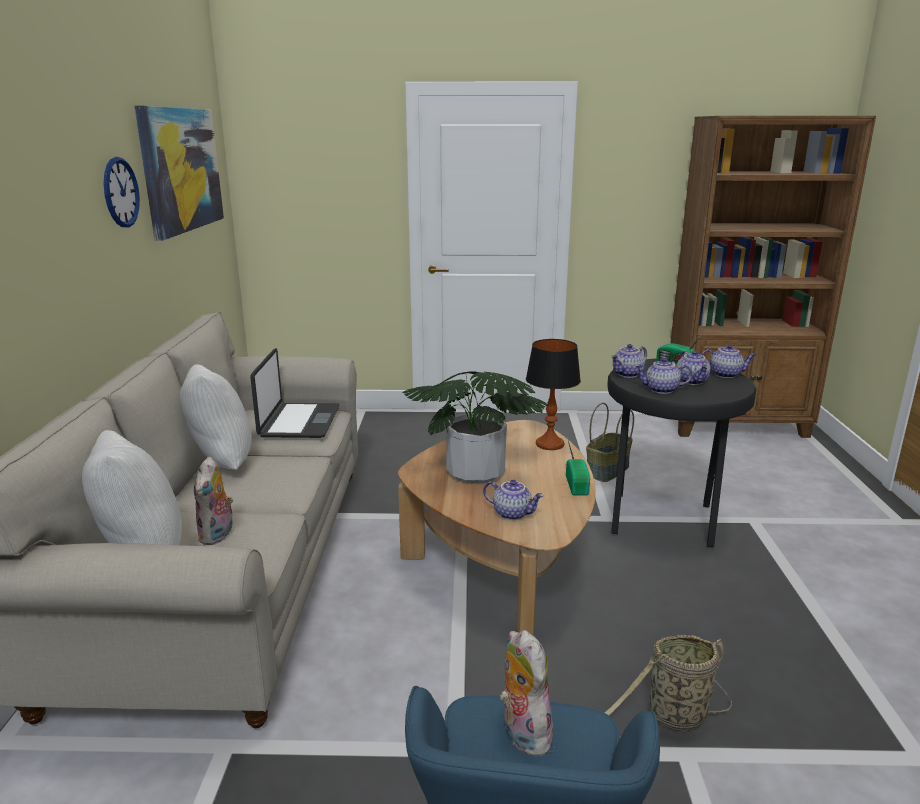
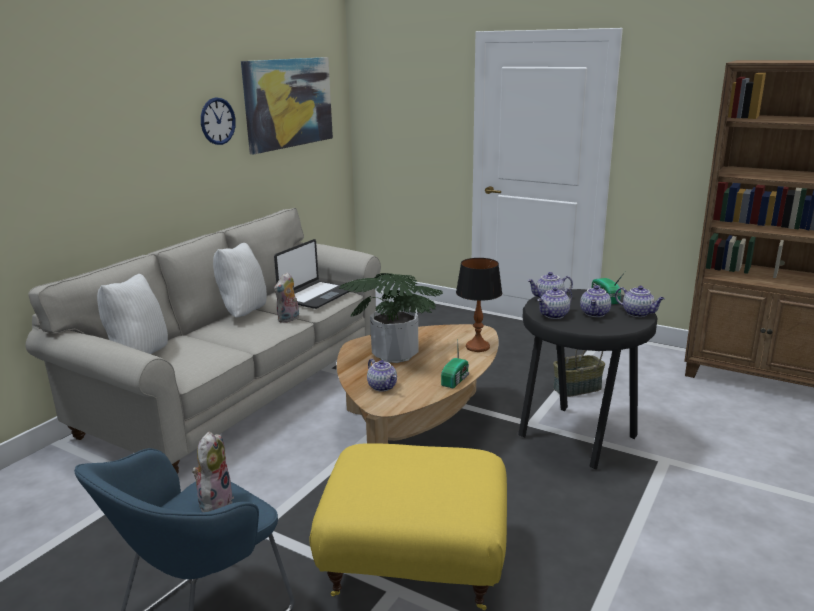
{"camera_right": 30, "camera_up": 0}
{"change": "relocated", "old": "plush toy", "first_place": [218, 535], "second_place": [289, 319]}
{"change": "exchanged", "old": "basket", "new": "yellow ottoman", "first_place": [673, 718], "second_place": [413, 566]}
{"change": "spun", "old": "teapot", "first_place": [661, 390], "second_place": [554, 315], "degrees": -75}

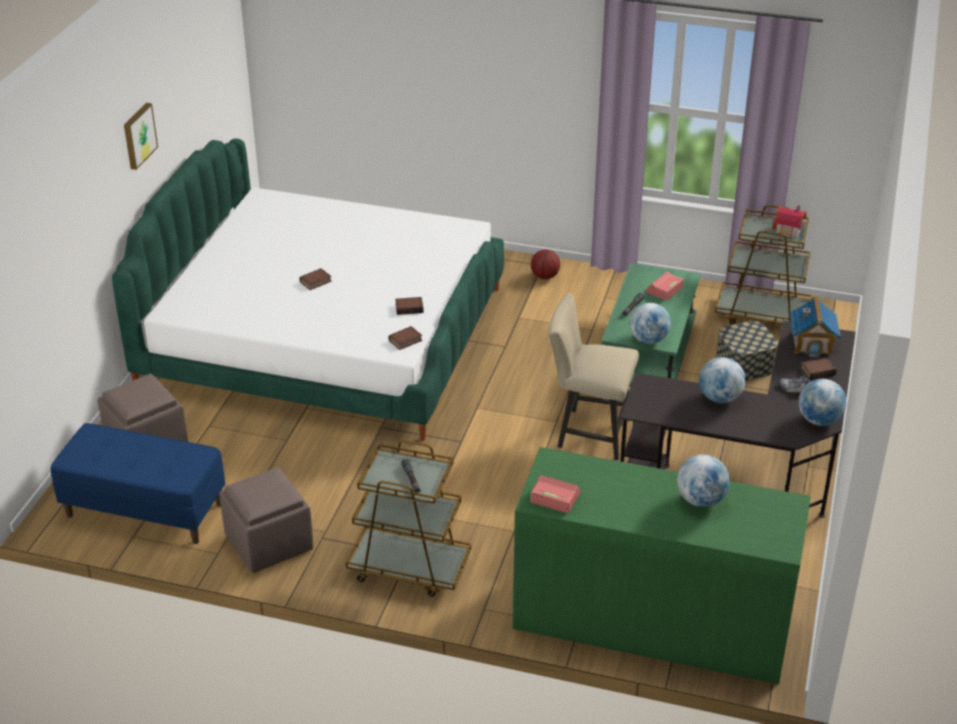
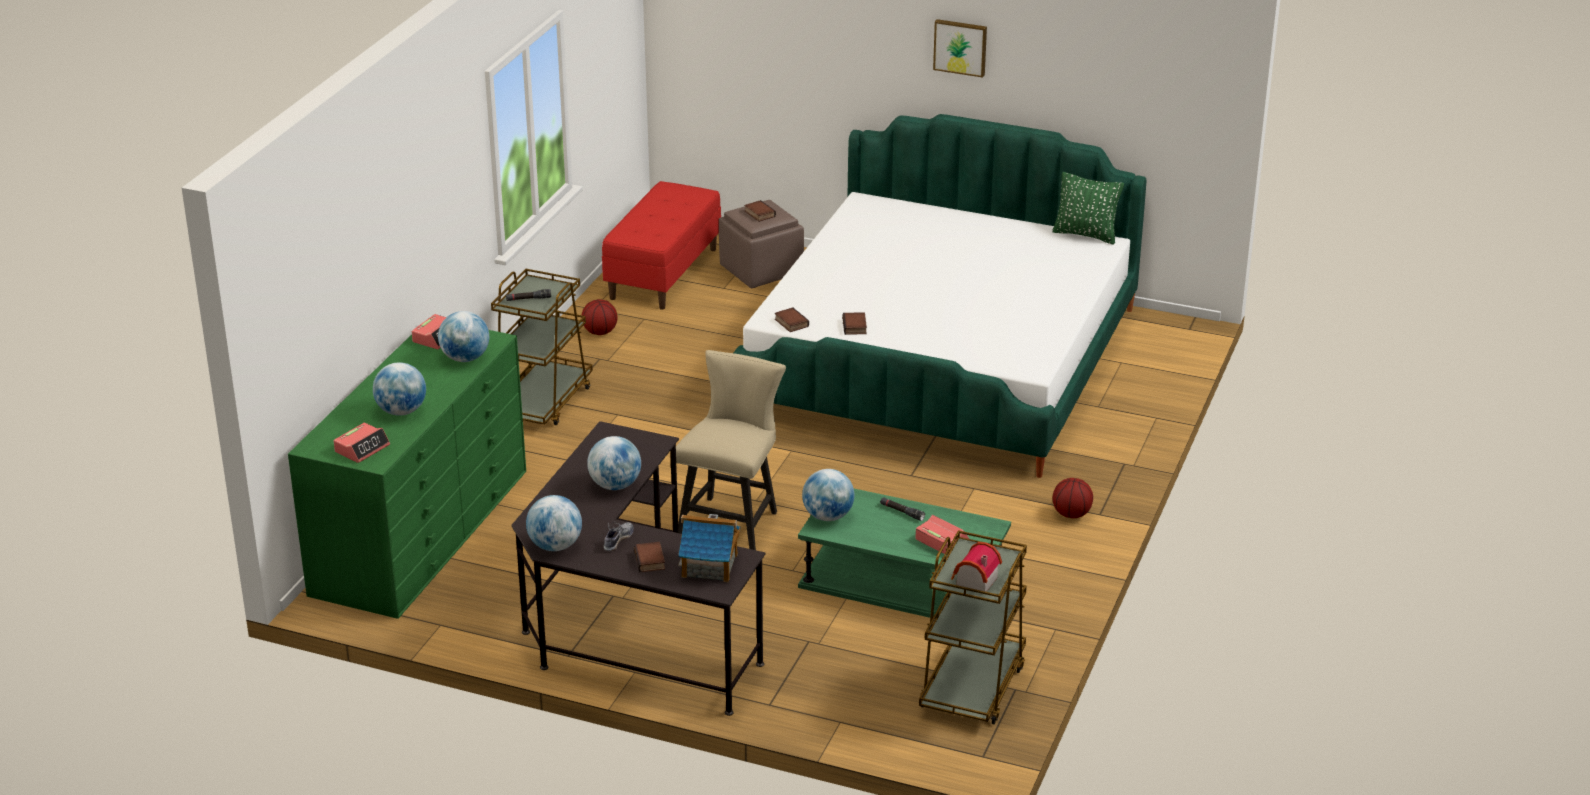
{"camera_right": 95, "camera_up": -5}
{"change": "colour", "old": "blue bench", "new": "red bench", "first_place": [144, 510], "second_place": [663, 273]}
{"change": "exchanged", "old": "brown ottoman", "new": "basketball", "first_place": [268, 543], "second_place": [600, 332]}
{"change": "relocated", "old": "book", "first_place": [315, 282], "second_place": [758, 214]}
{"change": "missing", "old": "storage box", "first_place": [744, 364]}
{"change": "appeared", "new": "alarm clock", "second_place": [362, 448]}
{"change": "appeared", "new": "globe", "second_place": [465, 358]}
{"change": "appeared", "new": "green pillow", "second_place": [1085, 234]}

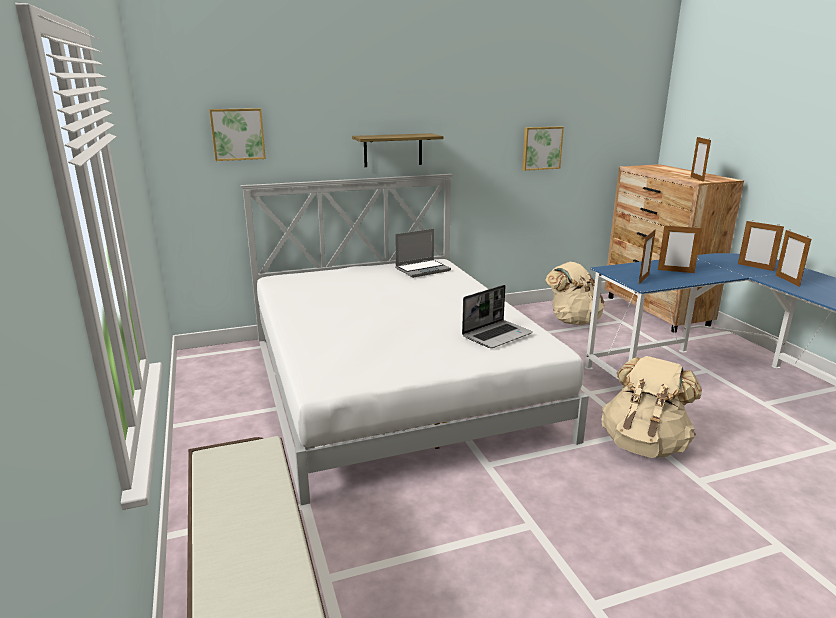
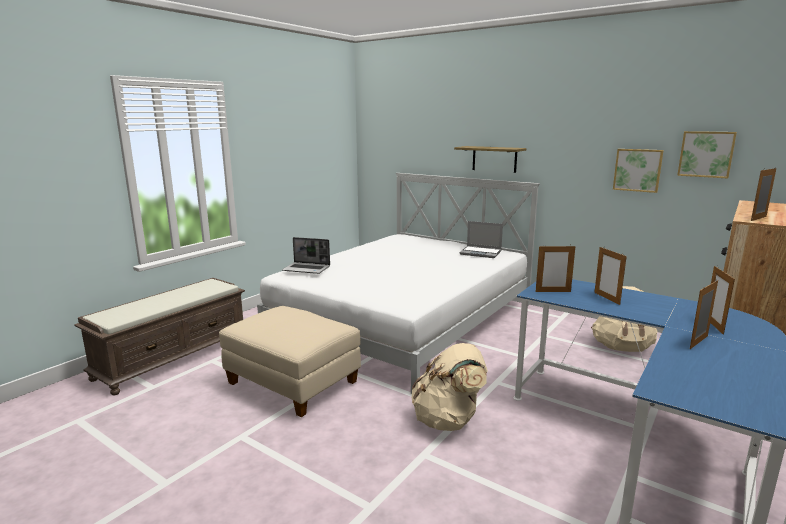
{"camera_right": 55, "camera_up": -5}
{"change": "relocated", "old": "picture", "first_place": [237, 134], "second_place": [706, 154]}
{"change": "relocated", "old": "laptop", "first_place": [497, 335], "second_place": [307, 269]}
{"change": "appeared", "new": "beige ottoman", "second_place": [293, 383]}

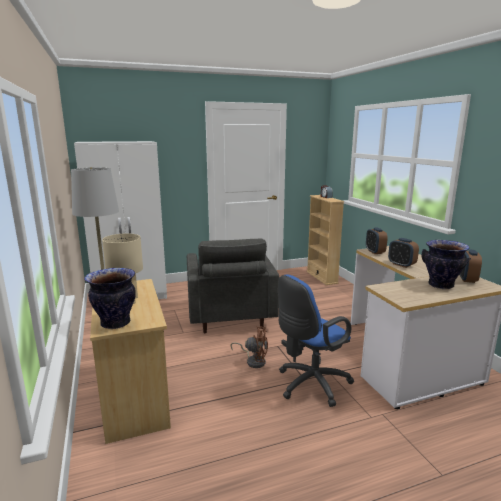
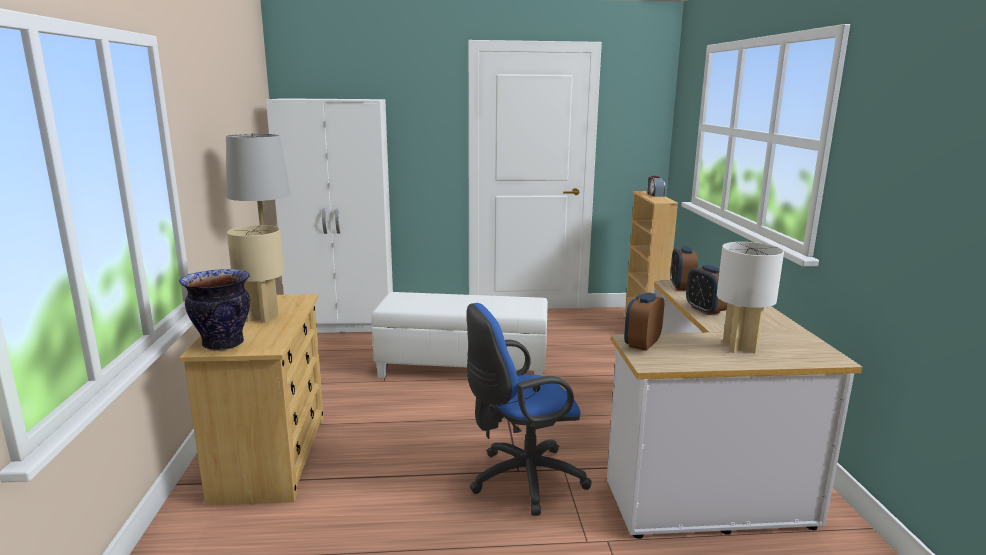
{"camera_right": 15, "camera_up": 0}
{"change": "exchanged", "old": "grey armchair", "new": "white ottoman", "first_place": [229, 317], "second_place": [462, 368]}
{"change": "missing", "old": "brown fan", "first_place": [254, 361]}
{"change": "exchanged", "old": "vase", "new": "white table lamp", "first_place": [440, 285], "second_place": [738, 347]}
{"change": "relocated", "old": "alarm clock", "first_place": [467, 279], "second_place": [642, 344]}

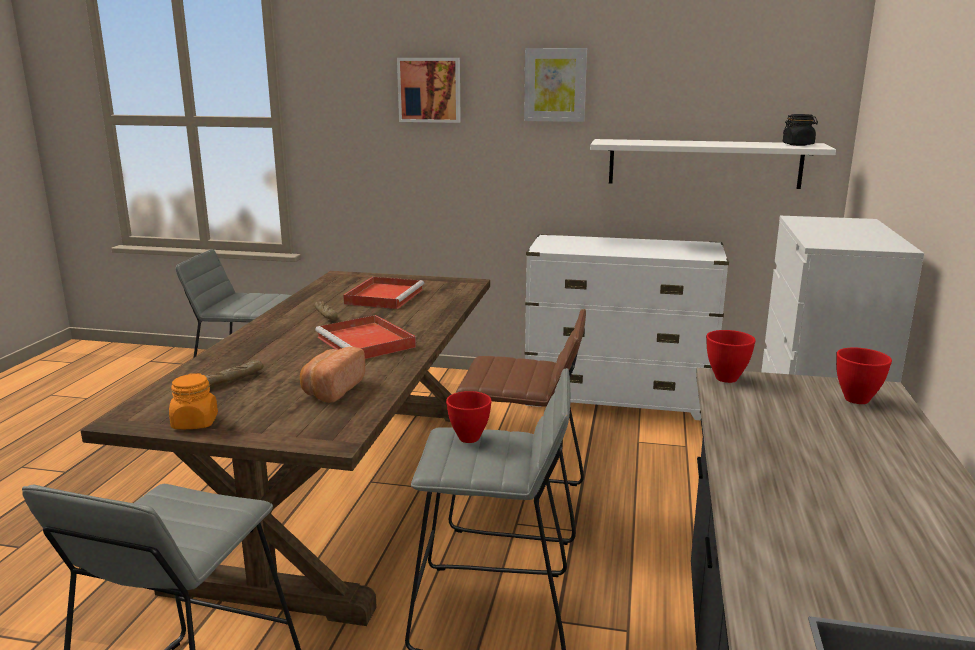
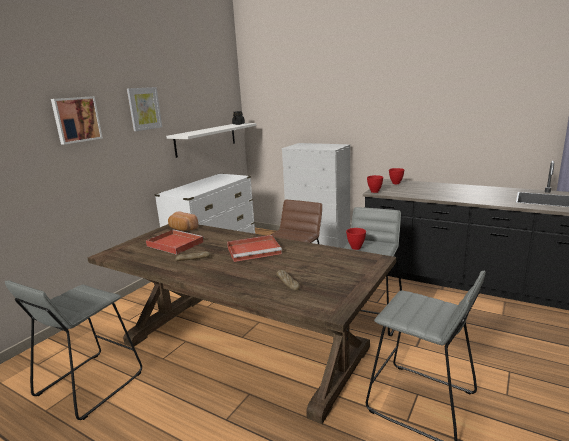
{"camera_right": -70, "camera_up": 0}
{"change": "missing", "old": "orange jar", "first_place": [195, 423]}
{"change": "relocated", "old": "bread", "first_place": [331, 390], "second_place": [182, 229]}

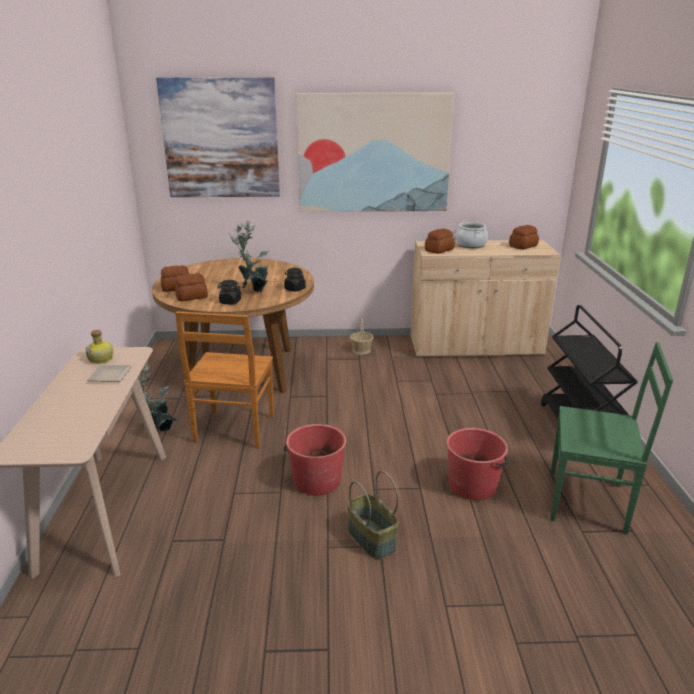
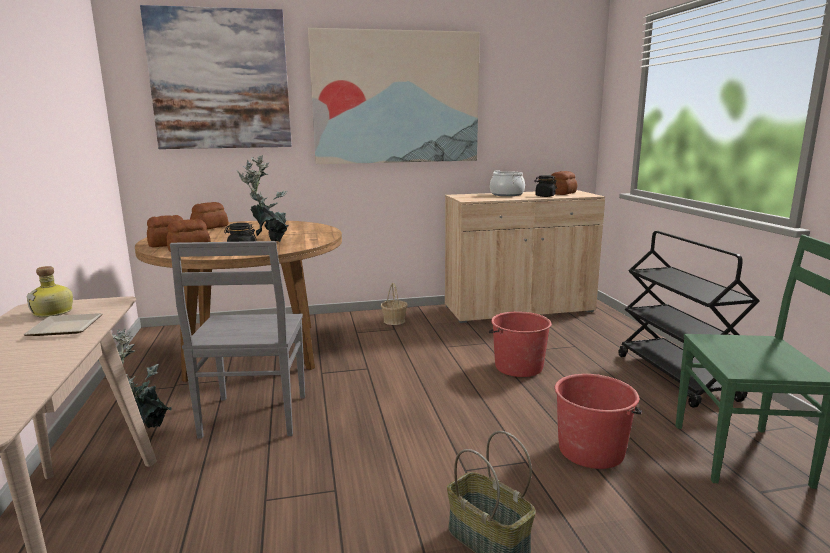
{"camera_right": -10, "camera_up": -10}
{"change": "colour", "old": "brown chair", "new": "grey chair", "first_place": [234, 430], "second_place": [253, 418]}
{"change": "relocated", "old": "red bucket", "first_place": [316, 480], "second_place": [518, 367]}
{"change": "relocated", "old": "black jar", "first_place": [294, 289], "second_place": [545, 196]}
{"change": "relocated", "old": "bread", "first_place": [438, 250], "second_place": [209, 227]}

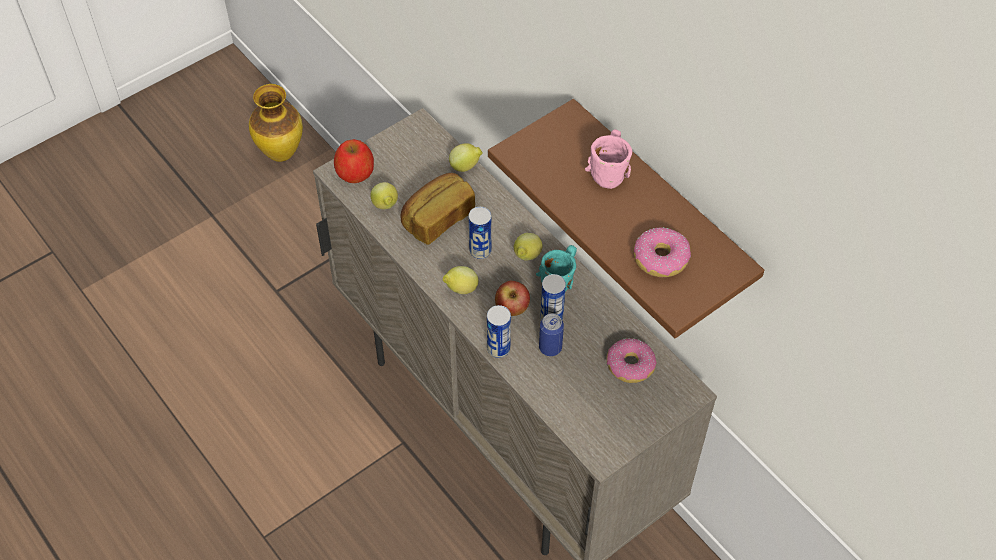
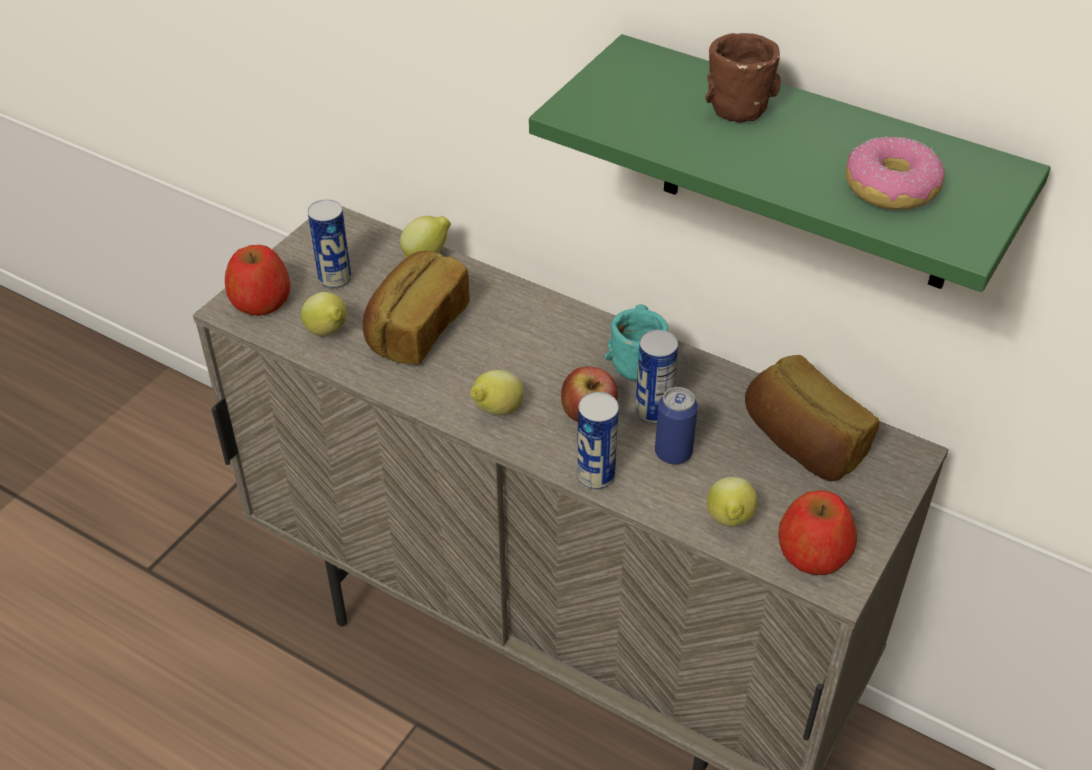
{"camera_right": -20, "camera_up": -10}
{"change": "missing", "old": "vase", "first_place": [281, 153]}
{"change": "relocated", "old": "can", "first_place": [480, 251], "second_place": [335, 279]}
{"change": "colour", "old": "brown shelf", "new": "green shelf", "first_place": [659, 213], "second_place": [810, 168]}
{"change": "relocated", "old": "lemon", "first_place": [526, 257], "second_place": [729, 522]}
{"change": "colour", "old": "pink mug", "new": "brown mug", "first_place": [607, 167], "second_place": [729, 99]}
{"change": "exchanged", "old": "donut", "new": "bread", "first_place": [630, 365], "second_place": [803, 444]}
{"change": "appeared", "new": "apple", "second_place": [813, 552]}

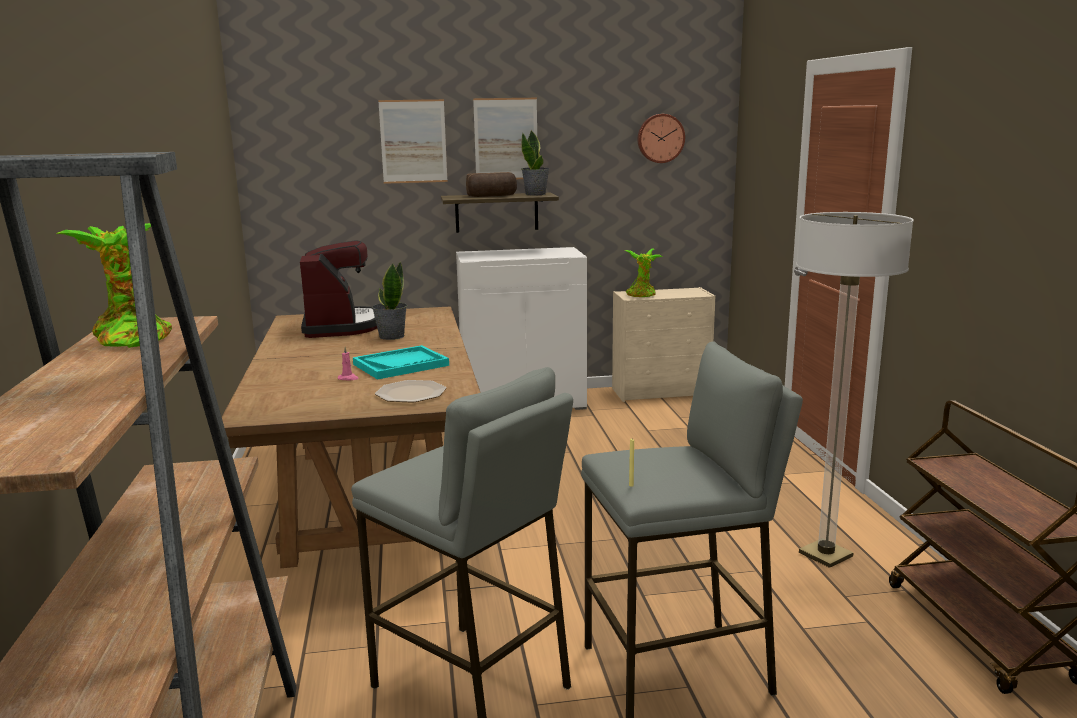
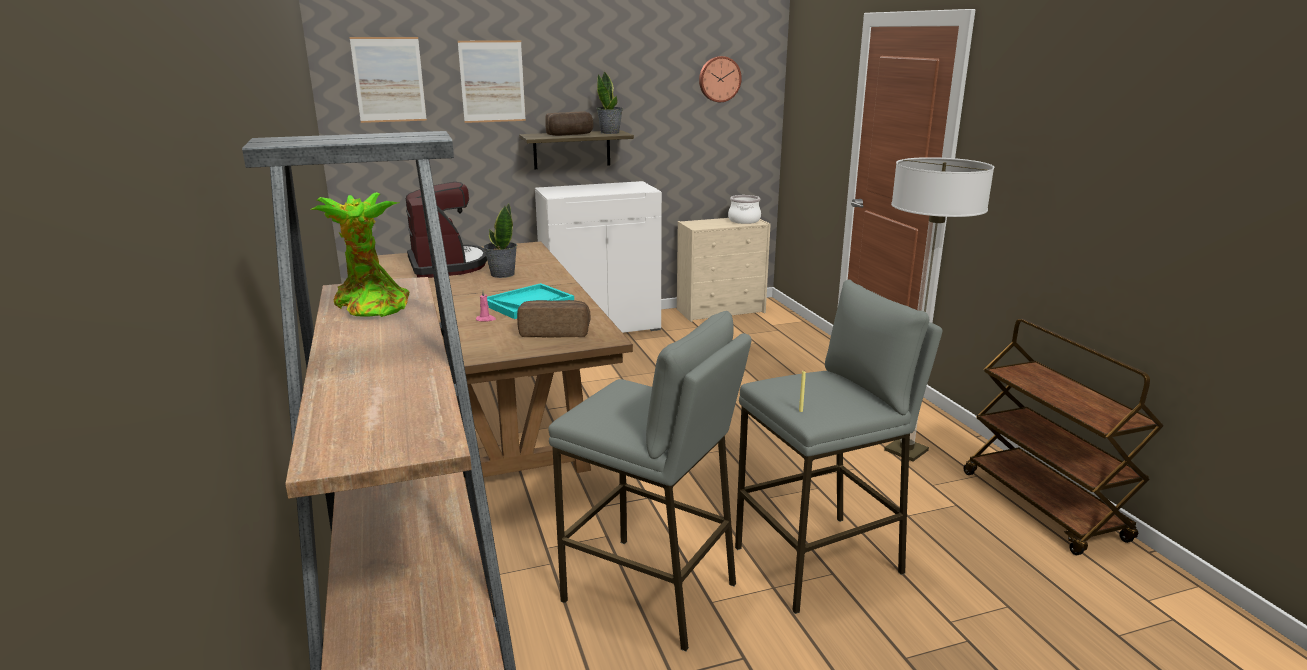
{"camera_right": -10, "camera_up": 5}
{"change": "exchanged", "old": "plate", "new": "bread", "first_place": [411, 393], "second_place": [555, 332]}
{"change": "relocated", "old": "picture", "first_place": [506, 139], "second_place": [389, 80]}
{"change": "missing", "old": "potted plant", "first_place": [641, 295]}
{"change": "appeared", "new": "cooking pot", "second_place": [744, 220]}

